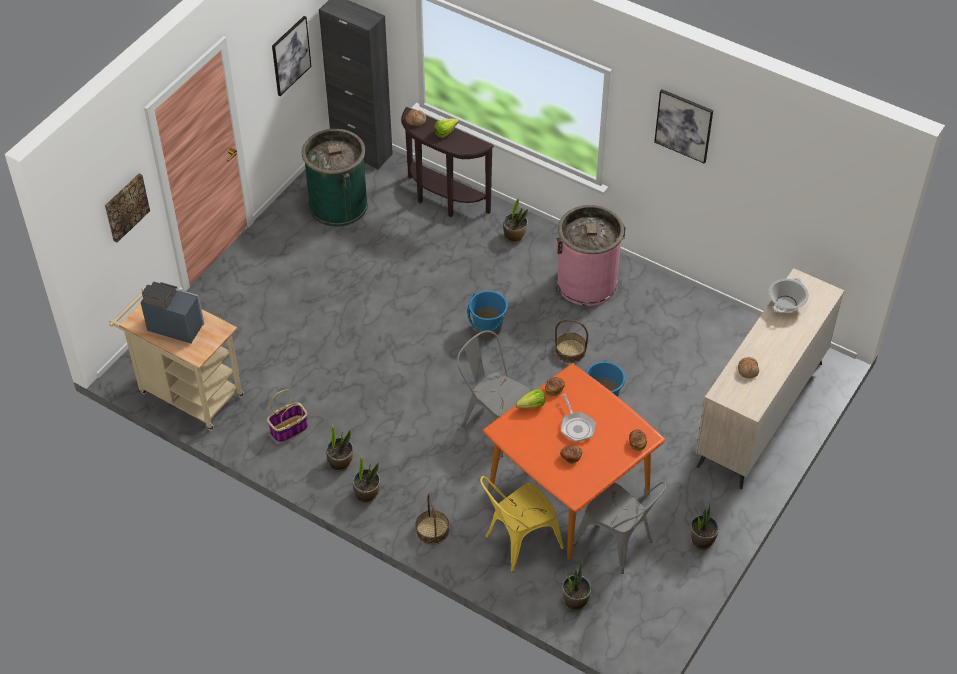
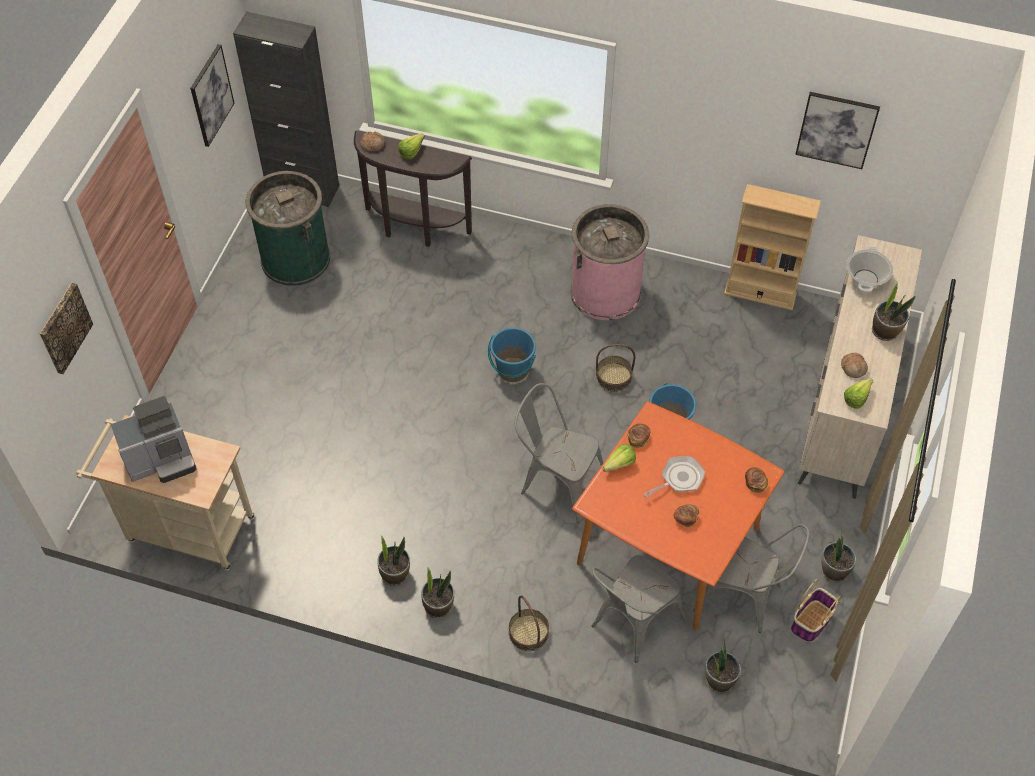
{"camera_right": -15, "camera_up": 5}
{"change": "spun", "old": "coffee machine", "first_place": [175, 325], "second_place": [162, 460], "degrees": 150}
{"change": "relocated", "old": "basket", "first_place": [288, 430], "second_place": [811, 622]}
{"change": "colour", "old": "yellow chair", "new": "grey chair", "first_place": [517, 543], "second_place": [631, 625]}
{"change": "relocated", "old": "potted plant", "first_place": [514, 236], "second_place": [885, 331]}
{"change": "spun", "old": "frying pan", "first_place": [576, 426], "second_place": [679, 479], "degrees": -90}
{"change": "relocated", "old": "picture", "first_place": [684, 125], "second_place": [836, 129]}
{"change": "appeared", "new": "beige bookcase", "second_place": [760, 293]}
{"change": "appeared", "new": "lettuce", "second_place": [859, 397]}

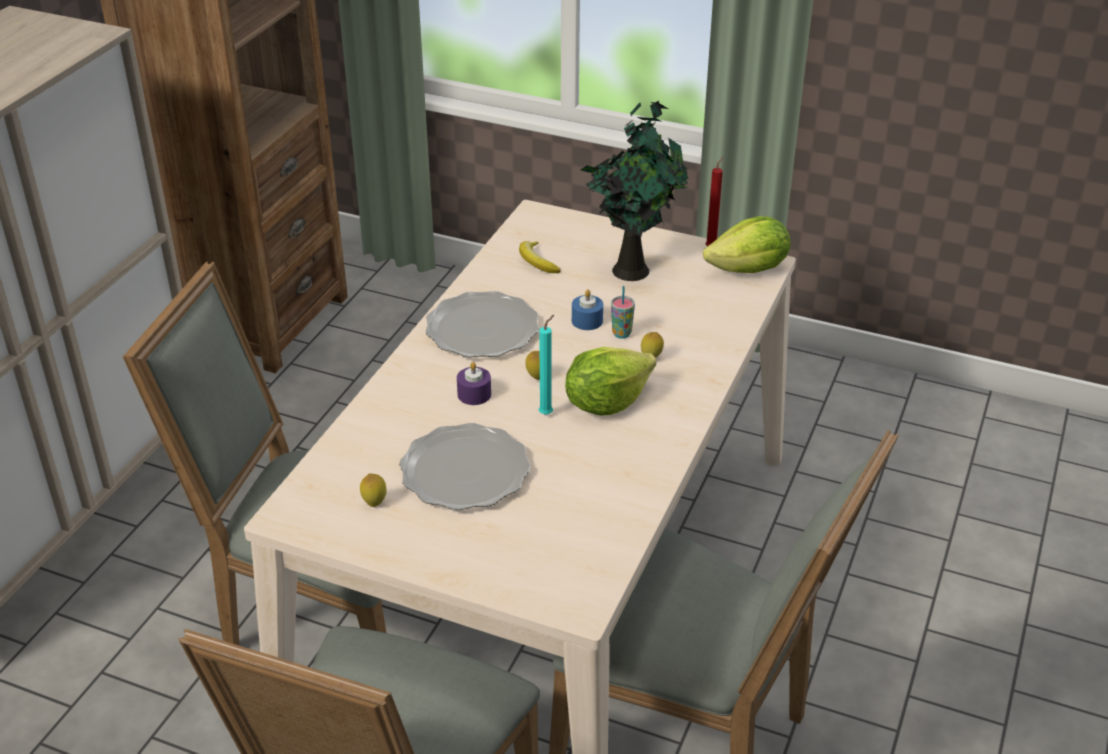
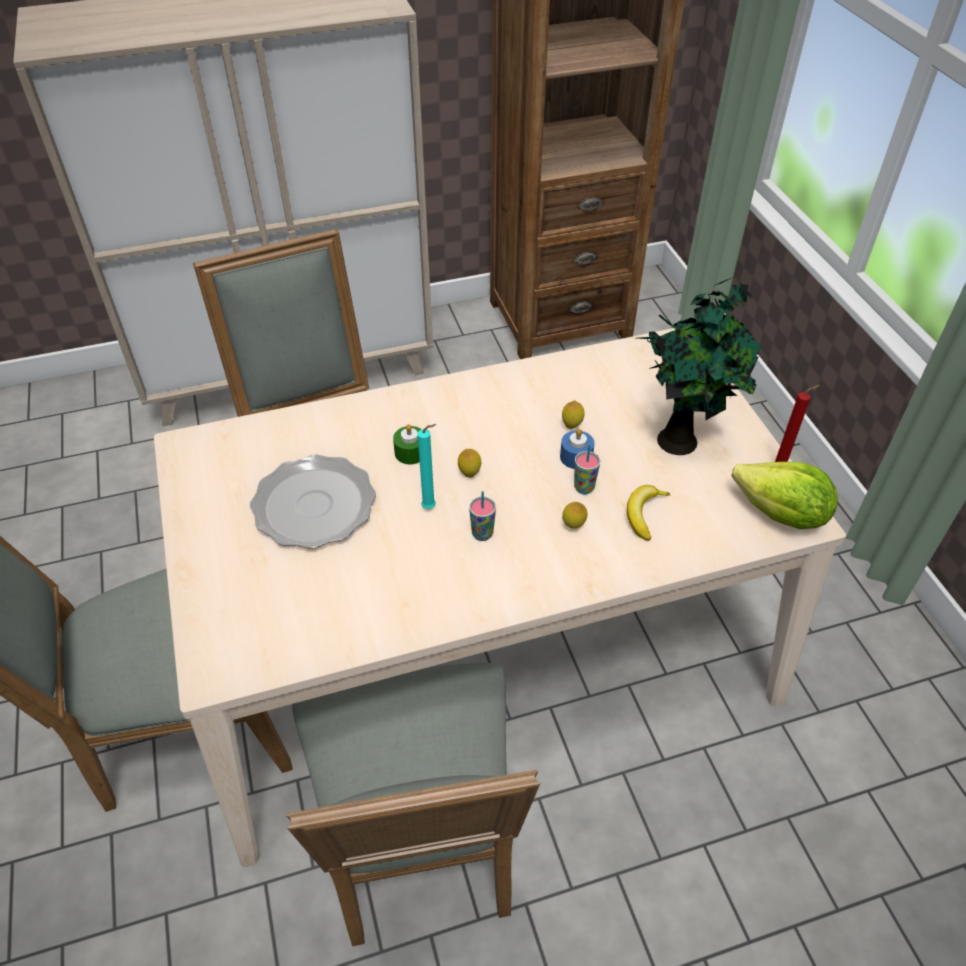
{"camera_right": 50, "camera_up": 10}
{"change": "relocated", "old": "lemon", "first_place": [374, 503], "second_place": [571, 426]}
{"change": "missing", "old": "plate", "first_place": [483, 330]}
{"change": "colour", "old": "purple candle", "new": "green candle", "first_place": [474, 394], "second_place": [410, 452]}
{"change": "relocated", "old": "banana", "first_place": [537, 262], "second_place": [644, 514]}
{"change": "exchanged", "old": "lettuce", "new": "cup", "first_place": [606, 402], "second_place": [482, 534]}

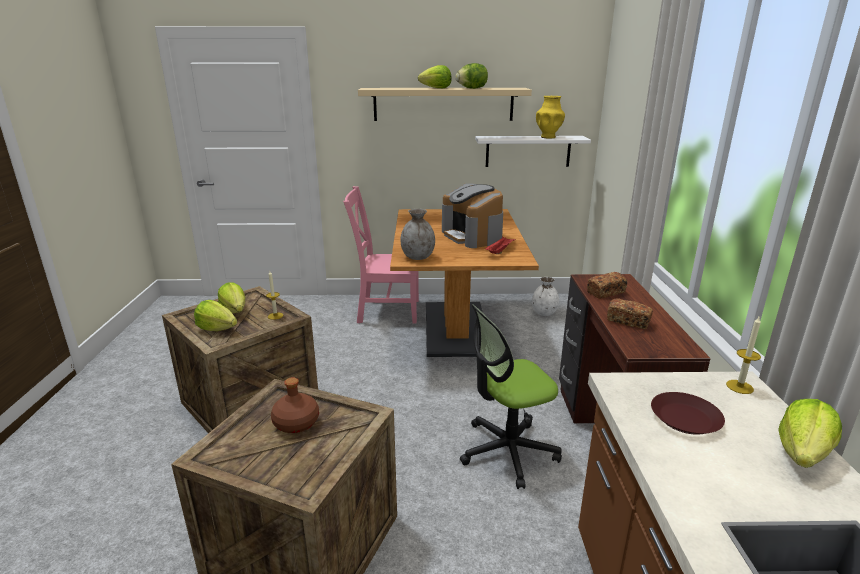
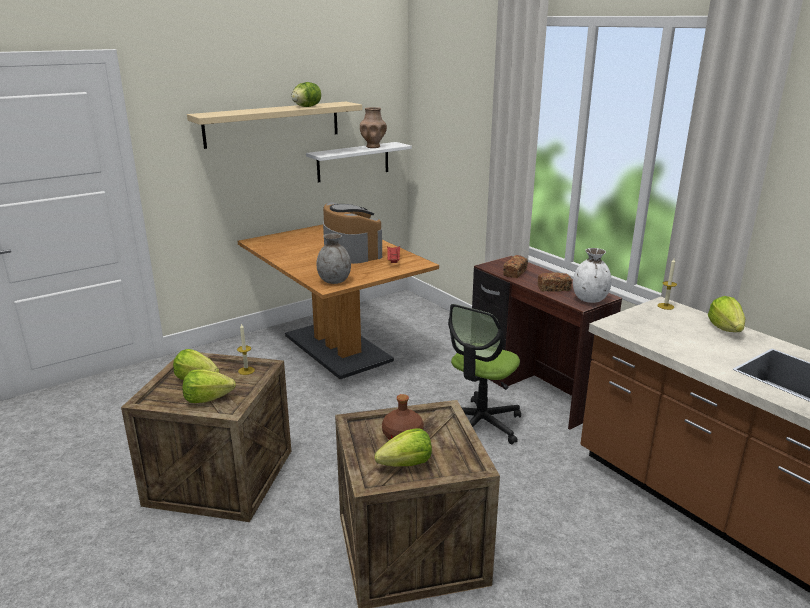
{"camera_right": -35, "camera_up": 0}
{"change": "missing", "old": "pink chair", "first_place": [385, 311]}
{"change": "relocated", "old": "lettuce", "first_place": [436, 88], "second_place": [406, 464]}
{"change": "spun", "old": "coffee machine", "first_place": [472, 236], "second_place": [351, 252], "degrees": -150}
{"change": "relocated", "old": "white vase", "first_place": [544, 313], "second_place": [590, 299]}
{"change": "colour", "old": "yellow vase", "new": "brown vase", "first_place": [548, 137], "second_place": [373, 146]}
{"change": "missing", "old": "brown plate", "first_place": [685, 418]}

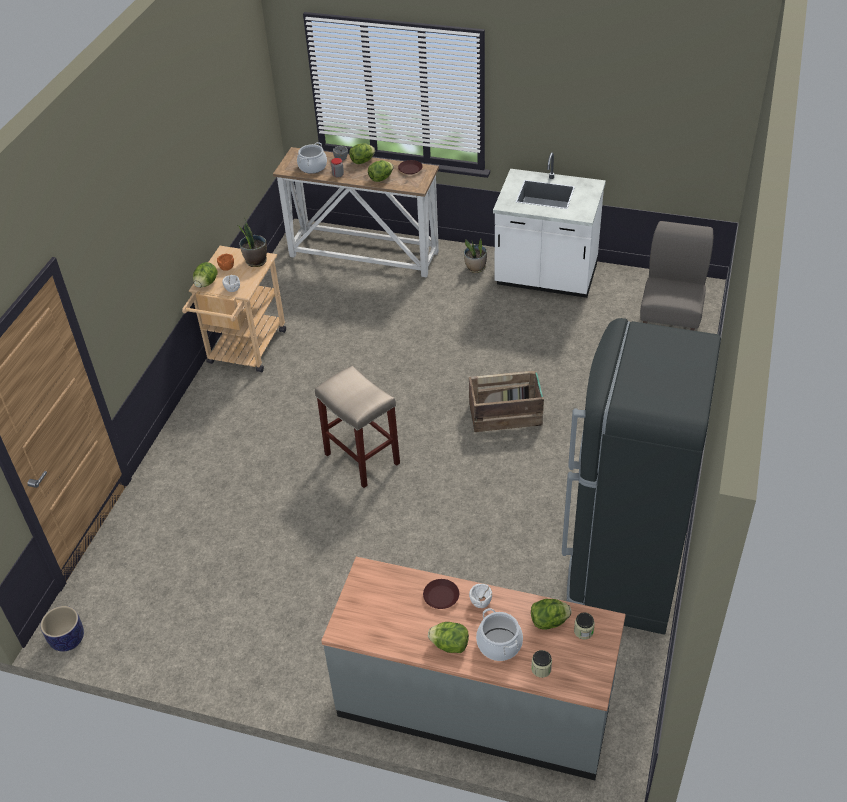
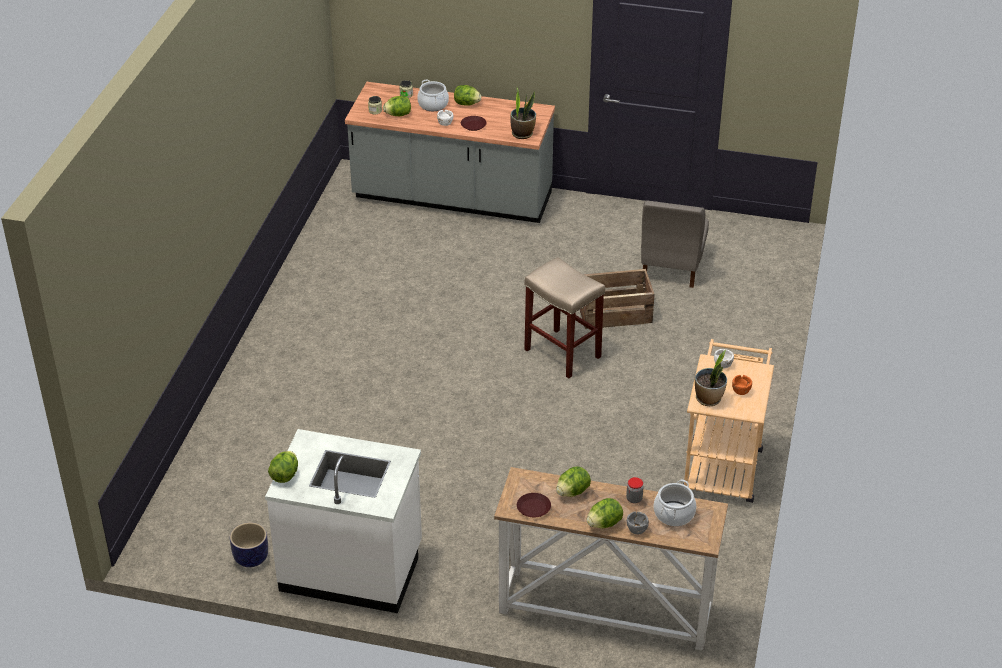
{"camera_right": 175, "camera_up": -5}
{"change": "relocated", "old": "planter", "first_place": [67, 639], "second_place": [251, 558]}
{"change": "relocated", "old": "lettuce", "first_place": [206, 283], "second_place": [285, 475]}
{"change": "relocated", "old": "potted plant", "first_place": [475, 268], "second_place": [522, 134]}
{"change": "relocated", "old": "crate", "first_place": [506, 415], "second_place": [613, 313]}
{"change": "missing", "old": "black fridge", "first_place": [623, 573]}
{"change": "relocated", "old": "grey chair", "first_place": [670, 319], "second_place": [671, 267]}

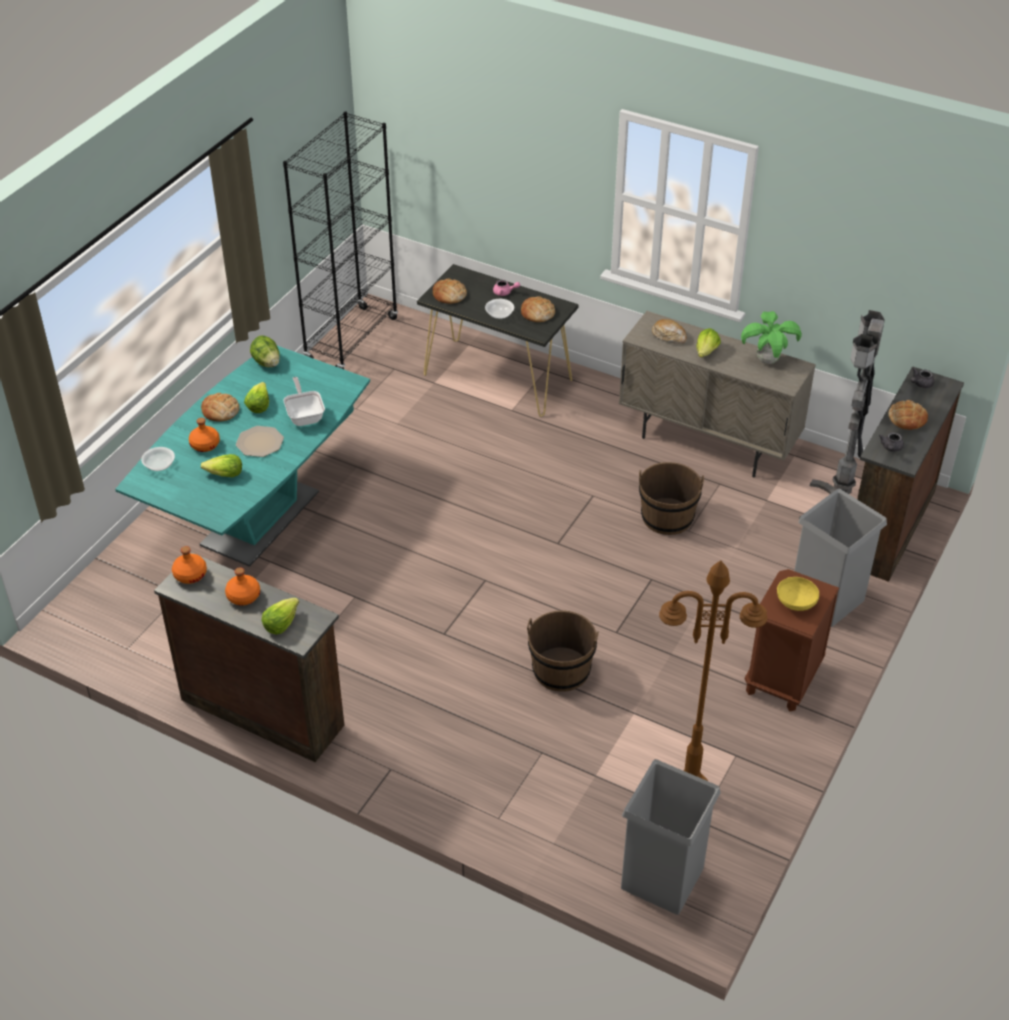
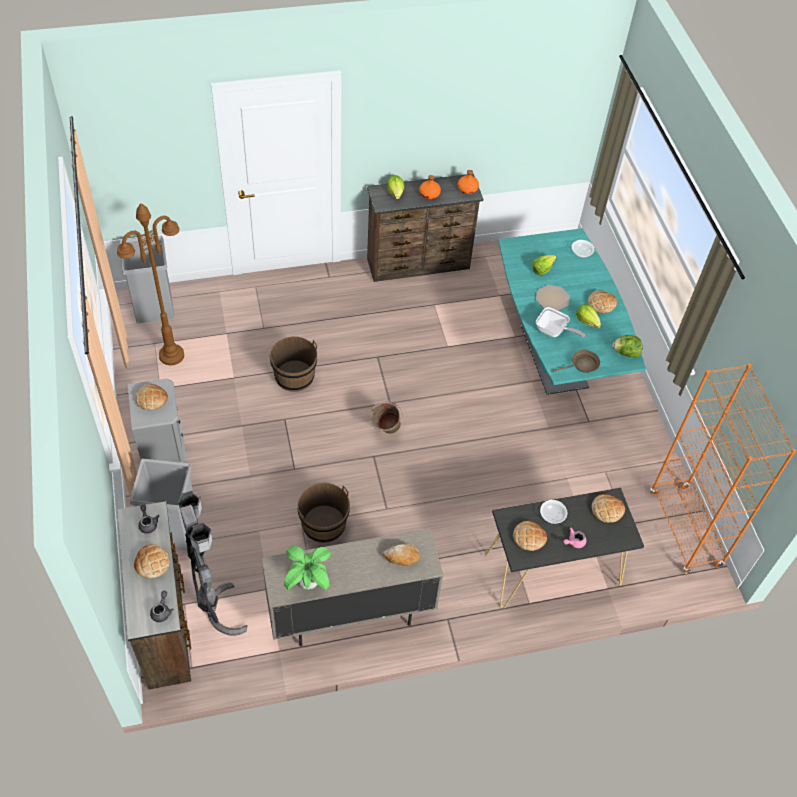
{"camera_right": 135, "camera_up": 10}
{"change": "missing", "old": "orange bottle", "first_place": [205, 444]}
{"change": "colour", "old": "black bookcase", "new": "orange bookcase", "first_place": [351, 340], "second_place": [685, 529]}
{"change": "missing", "old": "lettuce", "first_place": [706, 352]}
{"change": "colour", "old": "brown nightstand", "new": "grey nightstand", "first_place": [782, 680], "second_place": [163, 450]}
{"change": "exchanged", "old": "yellow bowl", "new": "bread", "first_place": [795, 603], "second_place": [151, 399]}
{"change": "appeared", "new": "green bucket", "second_place": [386, 431]}
{"change": "appeared", "new": "brown frying pan", "second_place": [582, 365]}

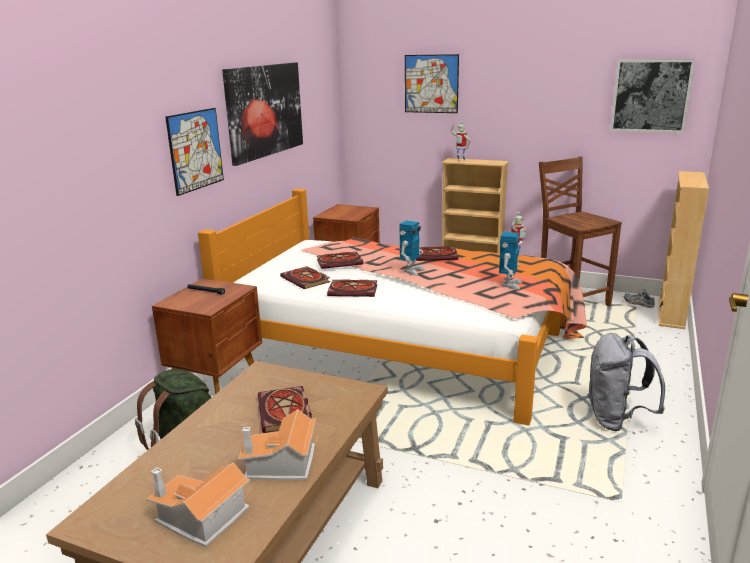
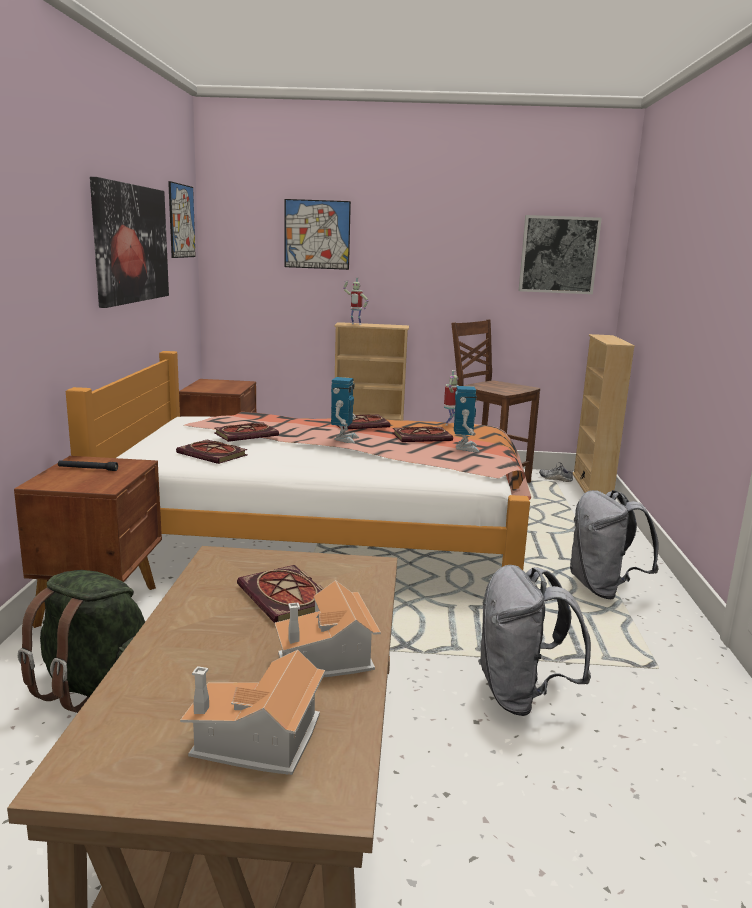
{"camera_right": -20, "camera_up": -5}
{"change": "relocated", "old": "picture", "first_place": [195, 150], "second_place": [181, 221]}
{"change": "relocated", "old": "book", "first_place": [354, 290], "second_place": [423, 437]}
{"change": "appeared", "new": "grey backpack", "second_place": [522, 695]}

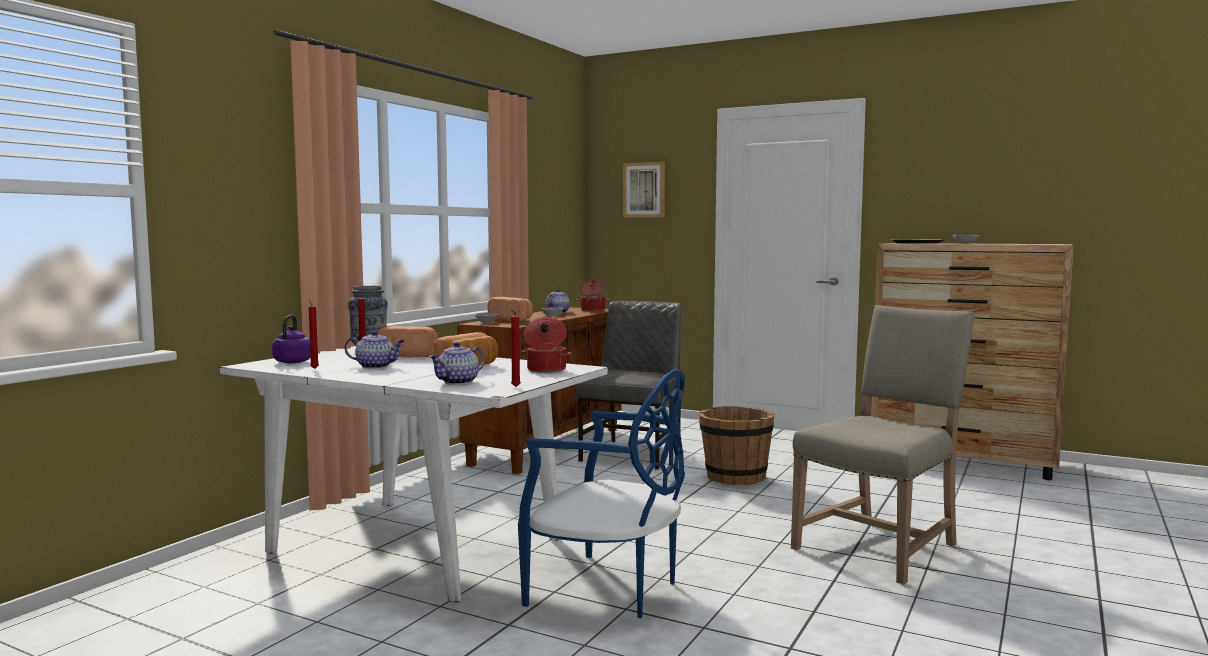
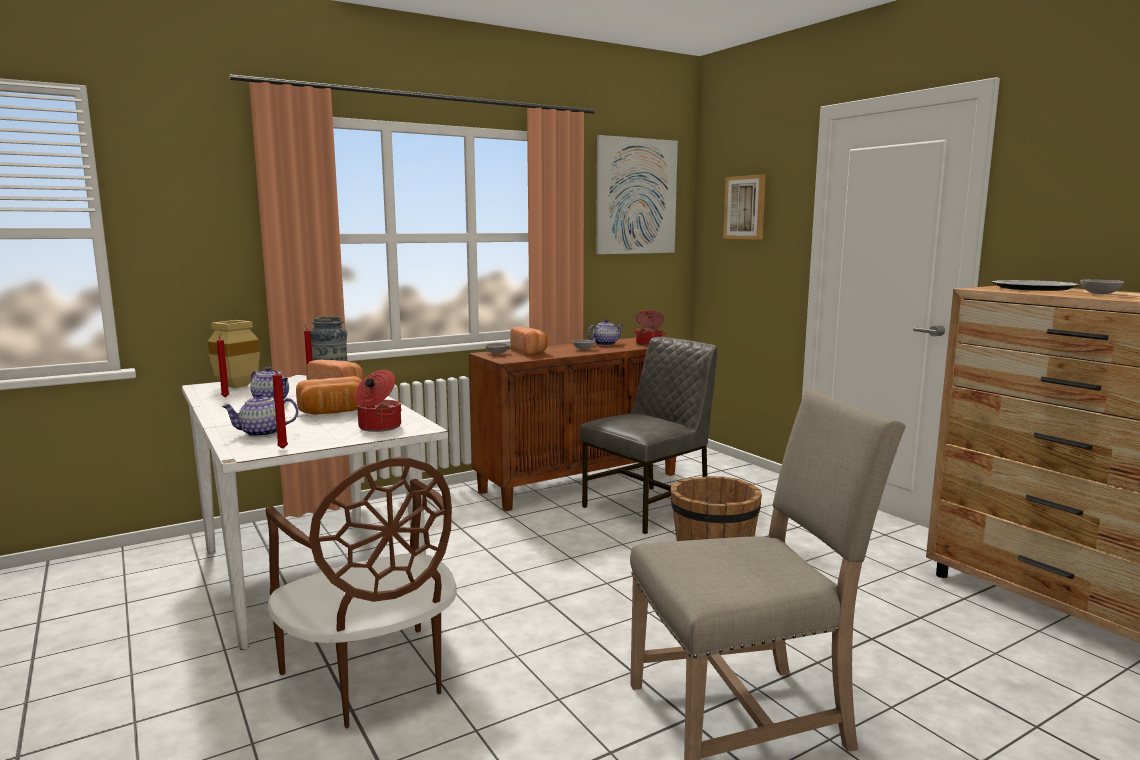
{"camera_right": 30, "camera_up": 5}
{"change": "exchanged", "old": "purple kettle", "new": "beige vase", "first_place": [292, 362], "second_place": [236, 386]}
{"change": "colour", "old": "blue chair", "new": "brown chair", "first_place": [608, 590], "second_place": [372, 679]}
{"change": "appeared", "new": "picture", "second_place": [636, 196]}

